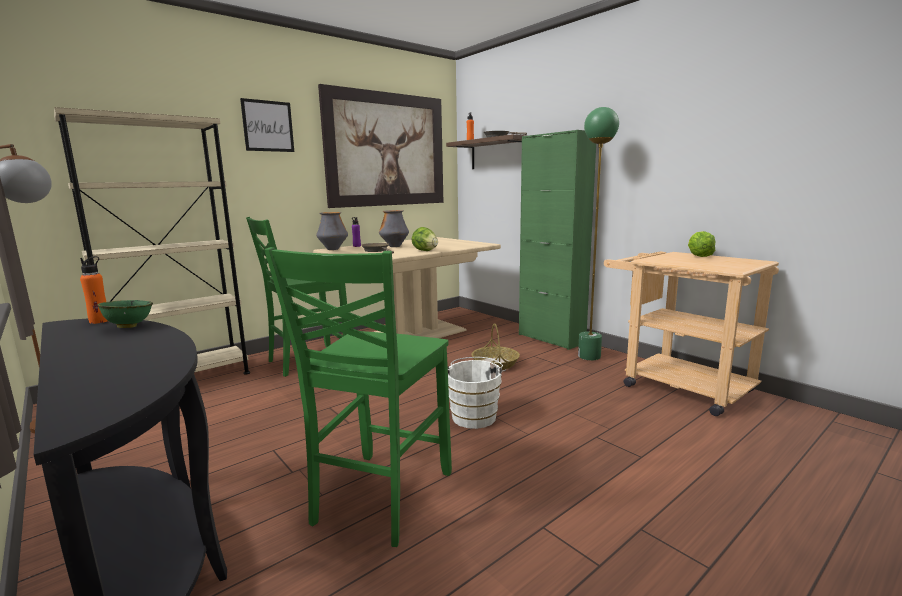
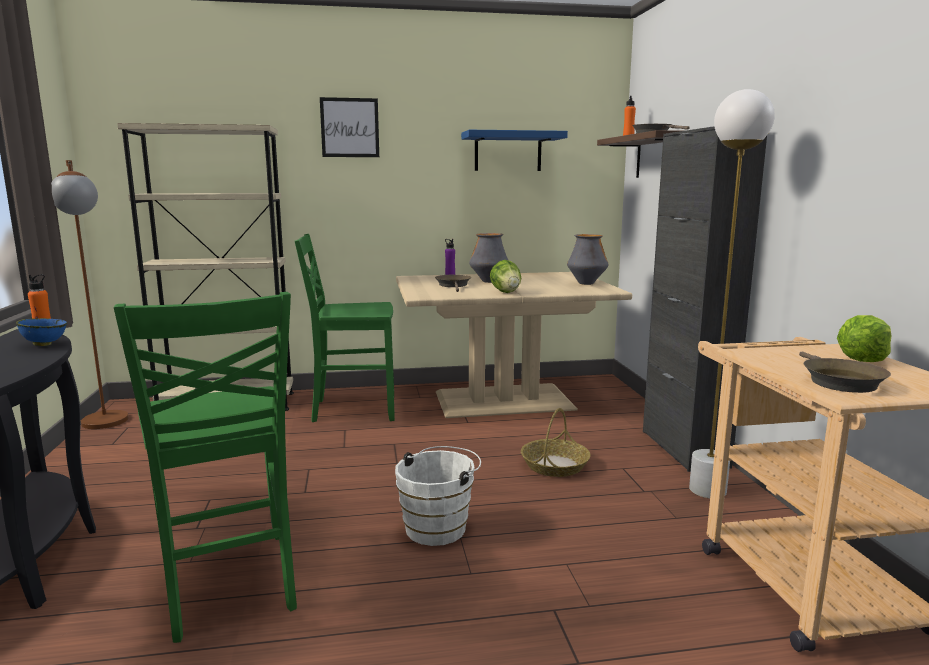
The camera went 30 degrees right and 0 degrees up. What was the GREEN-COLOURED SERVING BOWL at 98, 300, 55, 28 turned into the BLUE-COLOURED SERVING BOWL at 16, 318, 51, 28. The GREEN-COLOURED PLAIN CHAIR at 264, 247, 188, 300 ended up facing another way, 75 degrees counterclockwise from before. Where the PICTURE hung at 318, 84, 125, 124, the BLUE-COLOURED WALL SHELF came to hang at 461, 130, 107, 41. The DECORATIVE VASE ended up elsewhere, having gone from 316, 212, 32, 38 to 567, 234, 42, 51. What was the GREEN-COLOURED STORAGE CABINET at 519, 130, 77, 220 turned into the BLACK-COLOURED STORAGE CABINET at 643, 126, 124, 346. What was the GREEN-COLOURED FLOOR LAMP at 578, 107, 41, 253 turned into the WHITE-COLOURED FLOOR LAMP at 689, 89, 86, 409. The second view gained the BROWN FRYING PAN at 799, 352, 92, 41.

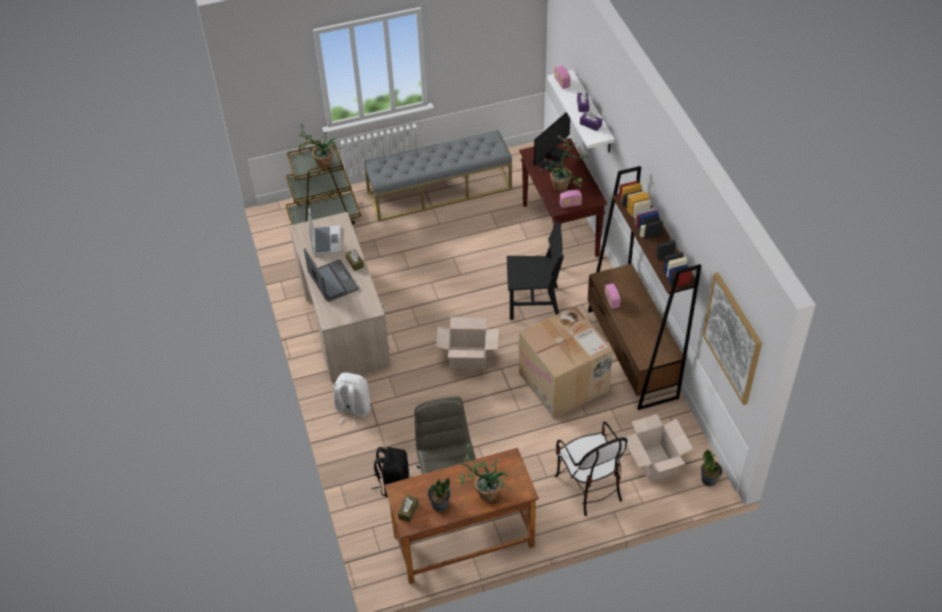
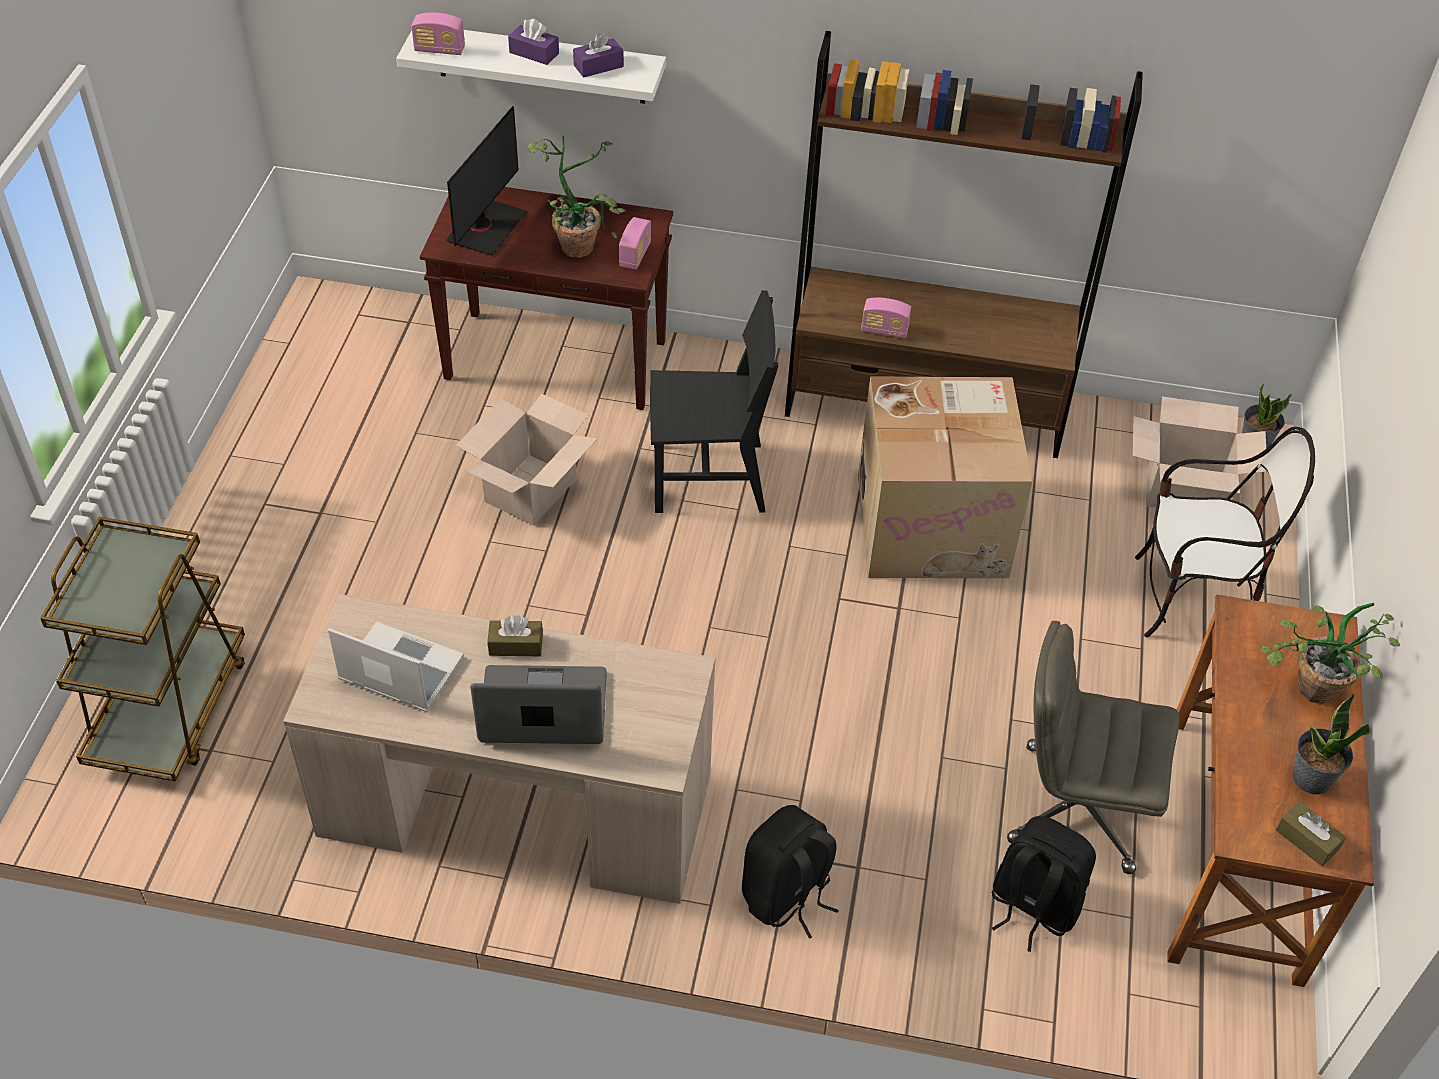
The camera went 65 degrees left and 0 degrees up. The COMPUTER SCREEN at 532, 112, 38, 59 ended up facing another way, 45 degrees clockwise from before. The CARTON ended up elsewhere, having gone from 436, 317, 63, 52 to 456, 394, 141, 132. The BLACK-COLOURED PLAIN CHAIR at 507, 221, 57, 99 ended up facing another way, 60 degrees clockwise from before. What was the WHITE-COLOURED RUCKSACK at 333, 373, 37, 53 turned into the BLACK-COLOURED RUCKSACK at 742, 805, 97, 134. The second view lost the POTTED PLANT at 299, 124, 43, 45. The second view lost the GREYISH INDOOR BENCH at 364, 130, 148, 91. The second view lost the PICTURE at 703, 272, 59, 133.

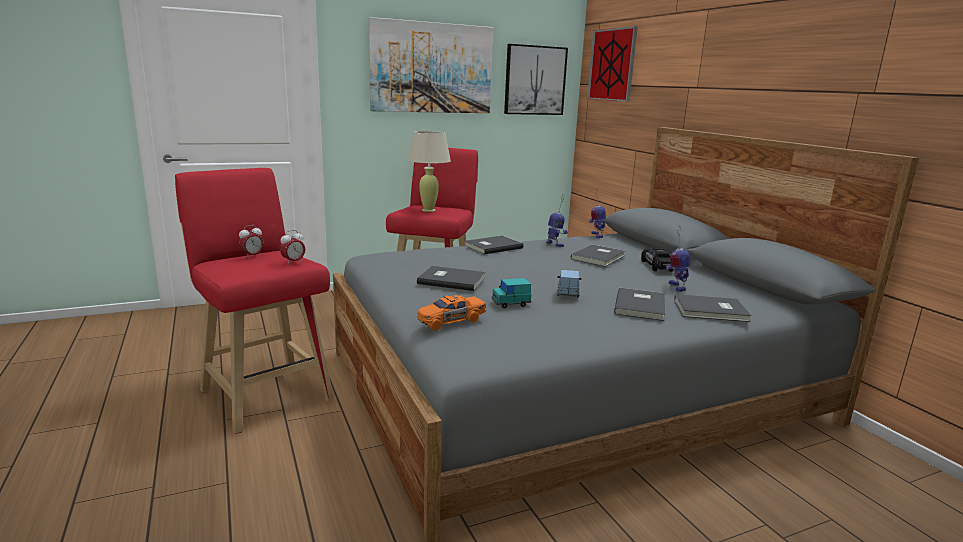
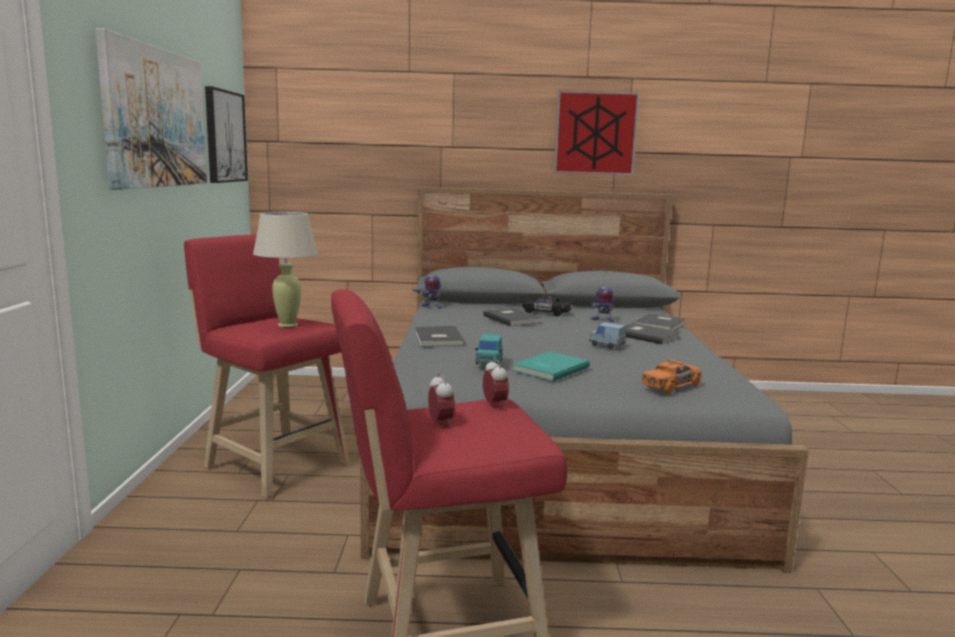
The camera went 65 degrees left and 5 degrees down. The BLUE-GREEN MINIATURE CAR ended up elsewhere, having gone from 491, 278, 40, 30 to 475, 334, 28, 31. What was the GREYISH VOLUME at 417, 266, 68, 25 turned into the BLUE-GREEN VOLUME at 512, 351, 78, 31. The PICTURE ended up elsewhere, having gone from 587, 26, 51, 76 to 554, 90, 85, 85. The ORANGE-COLOURED MINIATURE CAR at 417, 295, 69, 36 ended up facing another way, 120 degrees counterclockwise from before. The second view lost the TOY ROBOT at 546, 195, 22, 52.

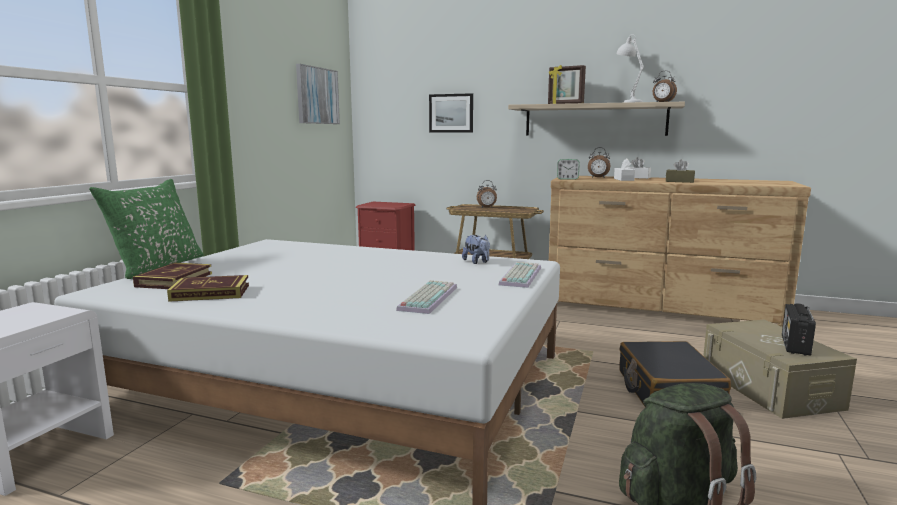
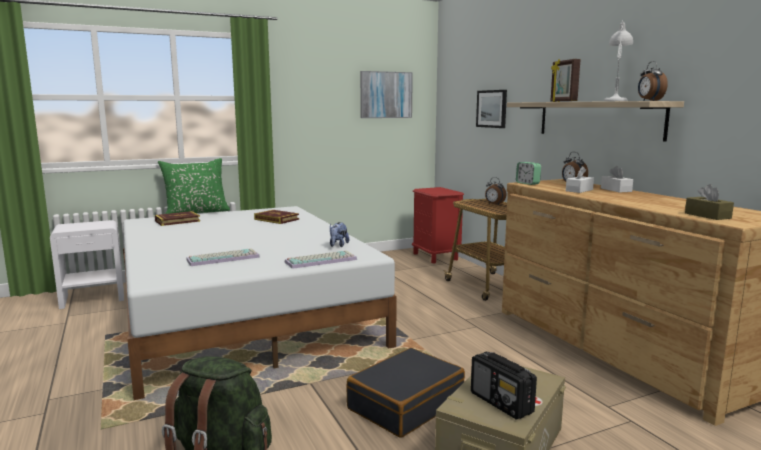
The camera went 45 degrees right and 0 degrees up. The VOLUME ended up elsewhere, having gone from 167, 275, 82, 27 to 254, 210, 45, 14. The RADIO SET at 782, 303, 34, 53 ended up facing another way, 105 degrees counterclockwise from before. The BROWN TISSUE HOLDER ended up elsewhere, having gone from 666, 159, 29, 24 to 685, 184, 49, 36.

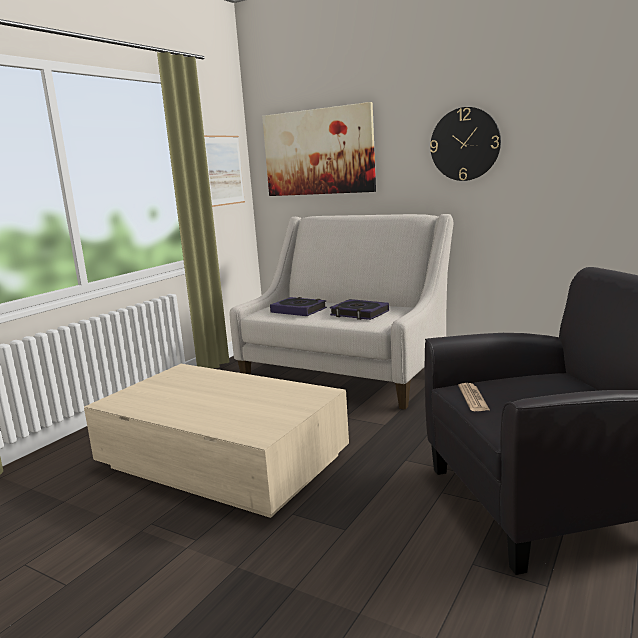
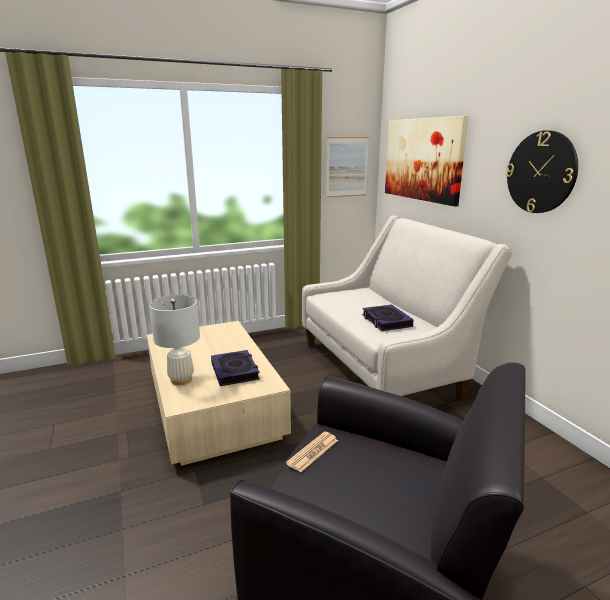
The camera went 35 degrees right and 5 degrees up. The second view gained the WHITE-COLOURED TABLETOP LAMP at 149, 295, 51, 90. The VOLUME ended up elsewhere, having gone from 270, 297, 57, 19 to 211, 350, 49, 36.

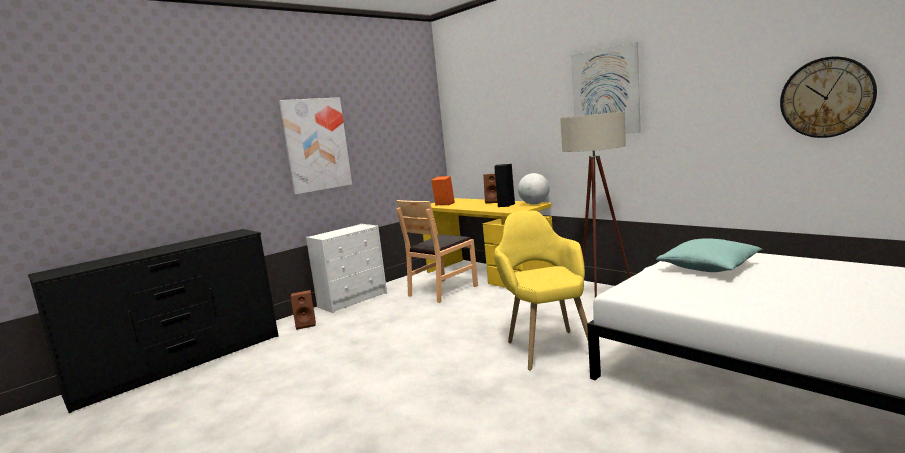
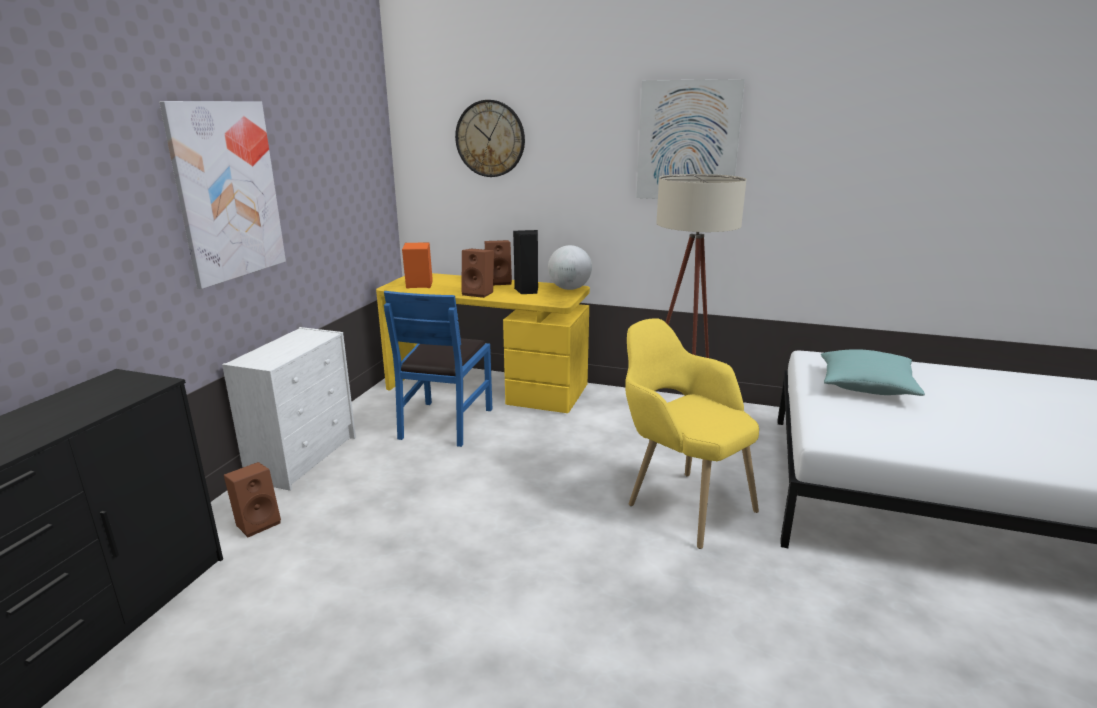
The camera went 30 degrees left and 10 degrees up. What was the BROWN PLAIN CHAIR at 396, 200, 82, 103 turned into the BLUE-COLOURED PLAIN CHAIR at 384, 291, 108, 156. The WALL CLOCK ended up elsewhere, having gone from 780, 57, 97, 81 to 455, 100, 70, 77. The second view gained the BROWN LOUDSPEAKER at 461, 249, 33, 49.

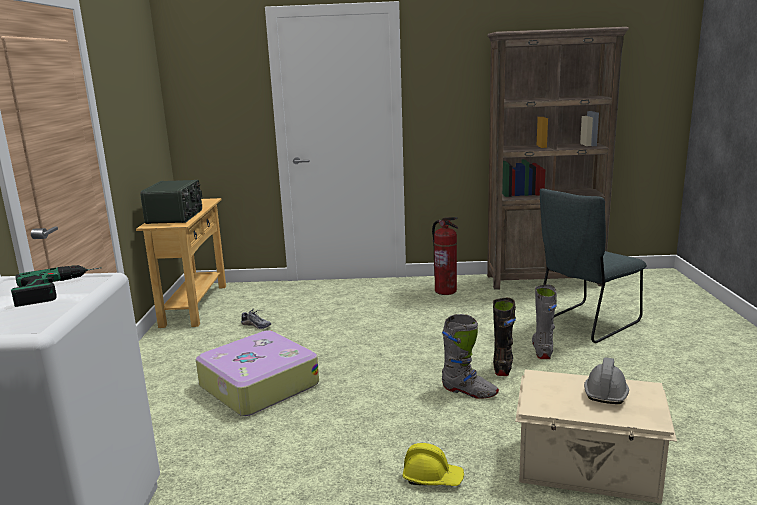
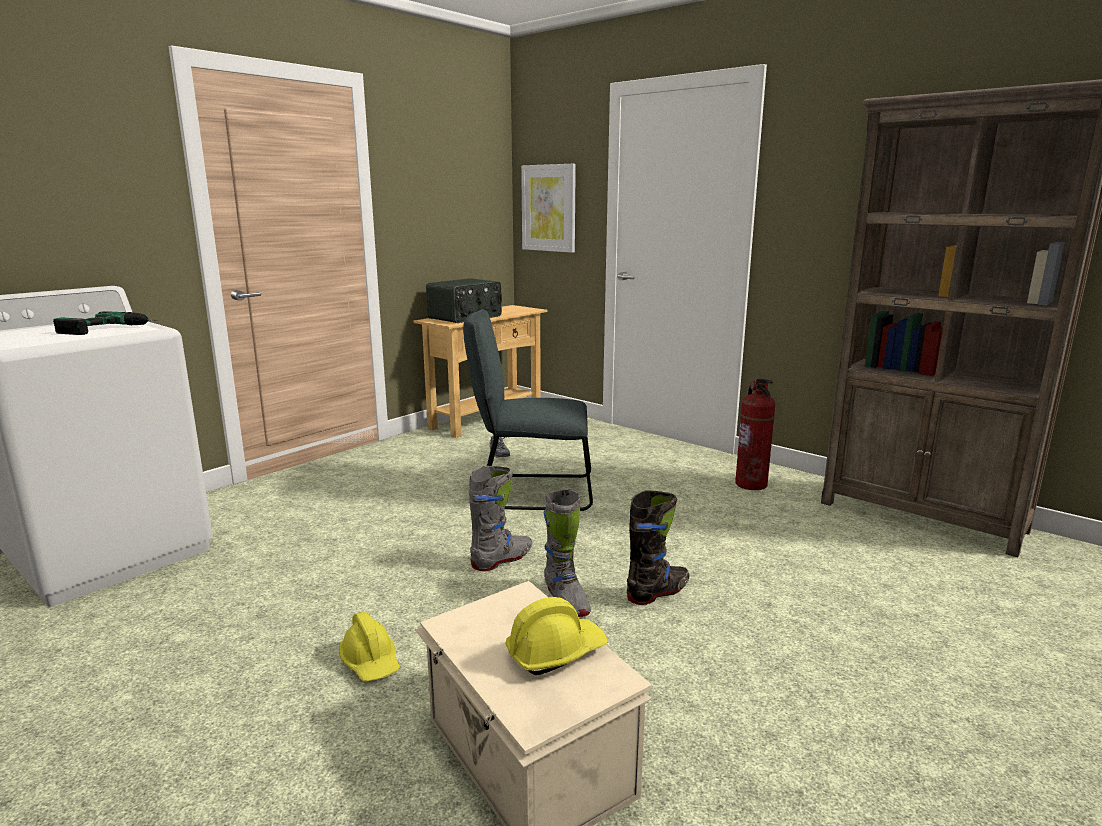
The camera went 40 degrees right and 0 degrees up. The GREYISH PLAIN CHAIR ended up elsewhere, having gone from 540, 189, 107, 154 to 463, 309, 130, 202. The GREYISH HIGH-TOP BOOT ended up elsewhere, having gone from 532, 284, 25, 75 to 469, 466, 63, 105. What was the GREYISH WORK HELMET at 584, 357, 45, 47 turned into the YELLOW-COLOURED WORK HELMET at 505, 597, 103, 78. The second view gained the PICTURE at 521, 164, 55, 89. The second view lost the PIECE OF LUGGAGE at 196, 330, 123, 86.

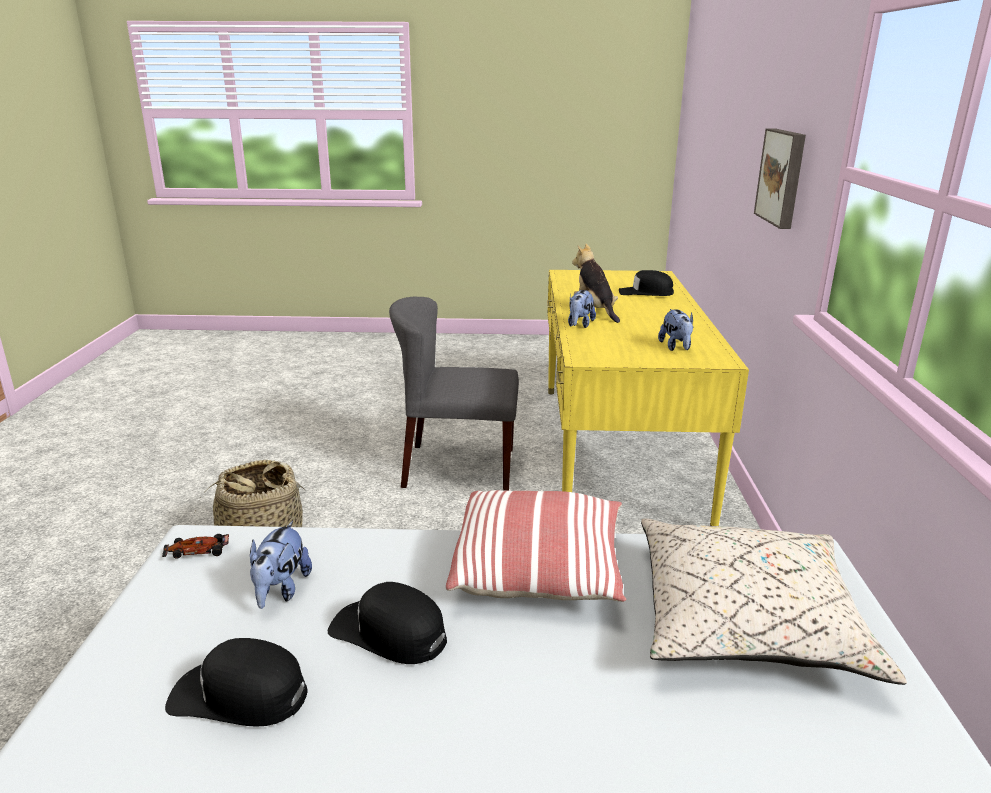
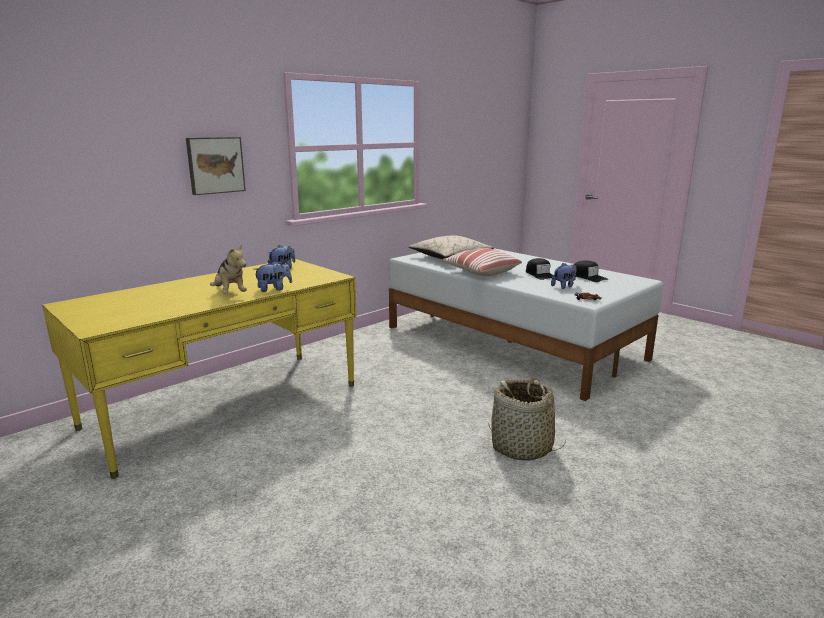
The camera went 135 degrees left and 5 degrees down. The PLUSH TOY at 572, 244, 48, 79 ended up facing another way, 60 degrees counterclockwise from before. The second view lost the GREYISH PLAIN CHAIR at 389, 296, 130, 195. The second view lost the BLACK-COLOURED BASEBALL CAP at 619, 270, 55, 26.

